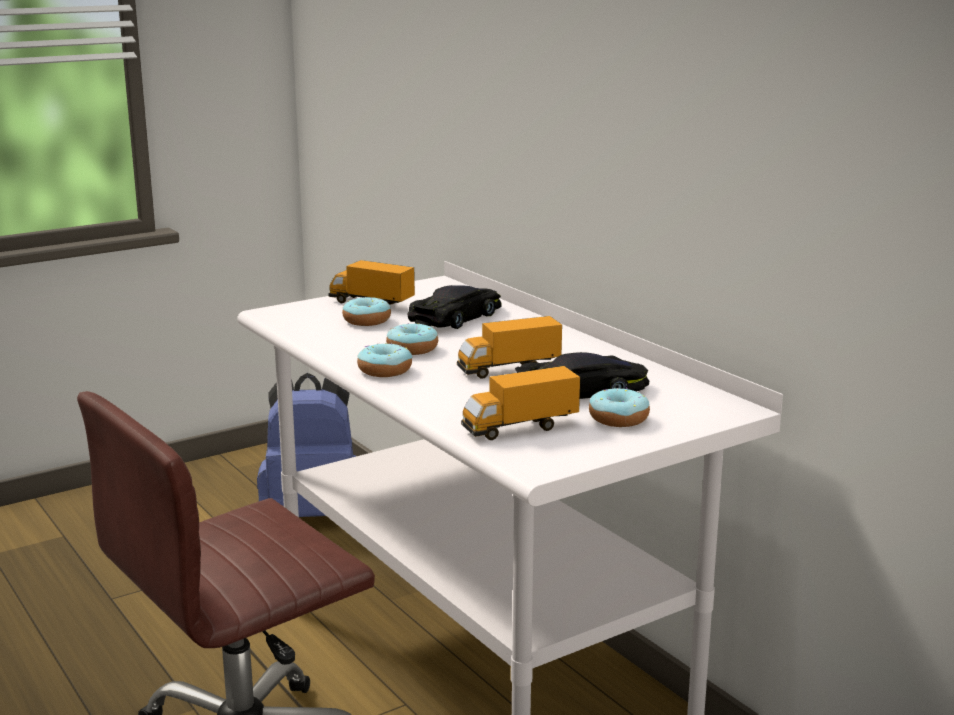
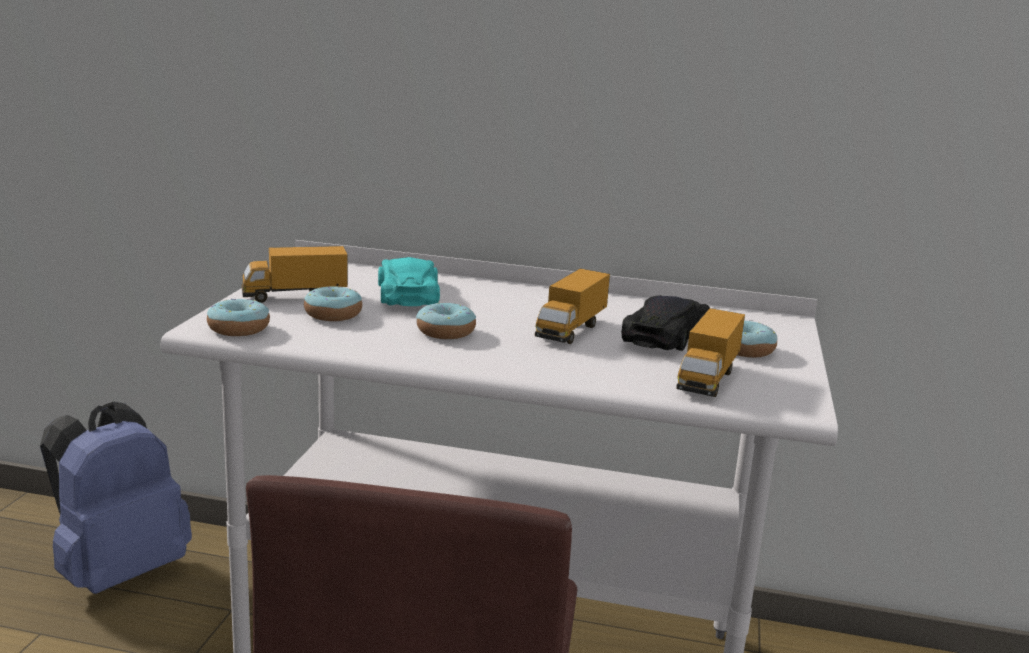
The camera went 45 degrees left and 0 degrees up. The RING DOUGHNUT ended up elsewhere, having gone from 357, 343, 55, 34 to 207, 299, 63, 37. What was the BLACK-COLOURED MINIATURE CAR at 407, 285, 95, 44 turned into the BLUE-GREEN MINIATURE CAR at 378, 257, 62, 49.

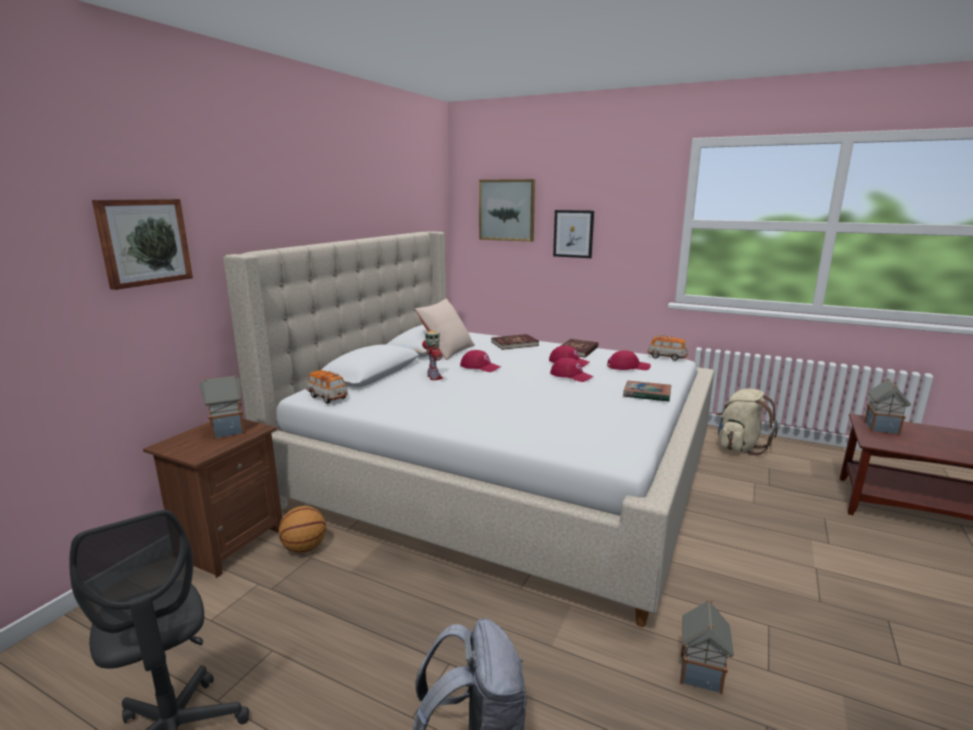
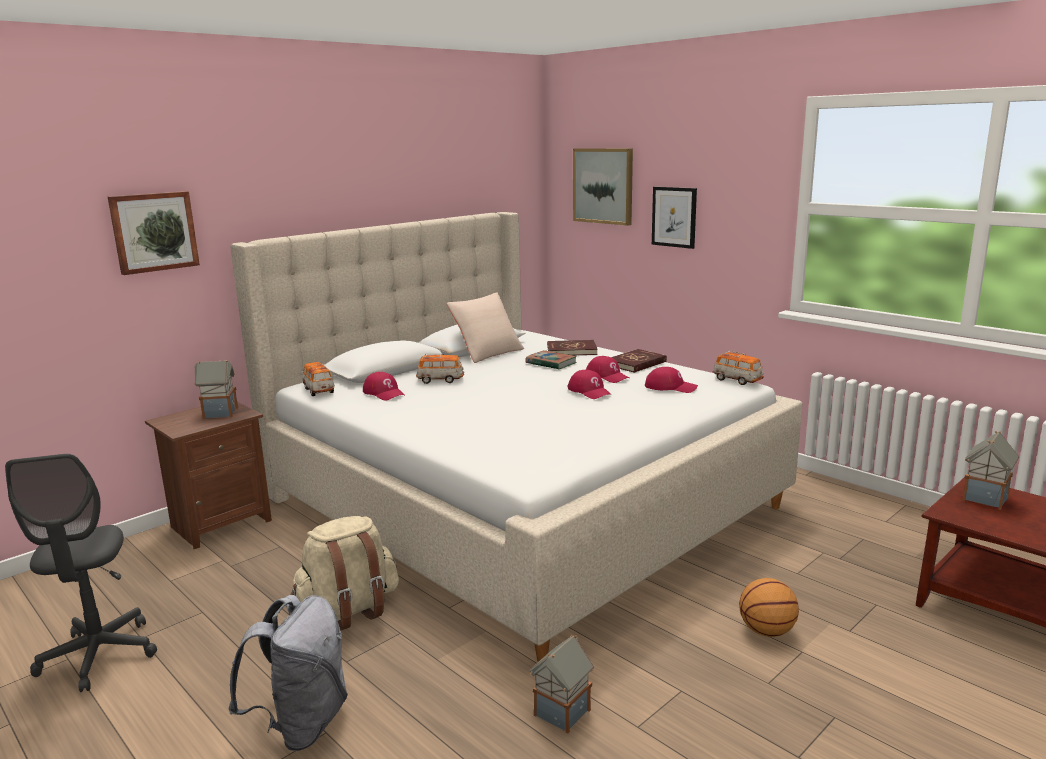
The camera went 20 degrees right and 0 degrees up. The SAND-COLOURED RUCKSACK ended up elsewhere, having gone from 716, 389, 61, 66 to 290, 516, 109, 115. The REDDISH BASEBALL CAP ended up elsewhere, having gone from 460, 350, 41, 22 to 363, 372, 41, 29. Where the TOY ROBOT stood at 422, 331, 21, 49, the MINIATURE CAR came to stand at 416, 354, 48, 30. The VOLUME ended up elsewhere, having gone from 623, 381, 49, 21 to 525, 350, 52, 20. The BASKETBALL ended up elsewhere, having gone from 279, 506, 47, 47 to 739, 578, 60, 59.

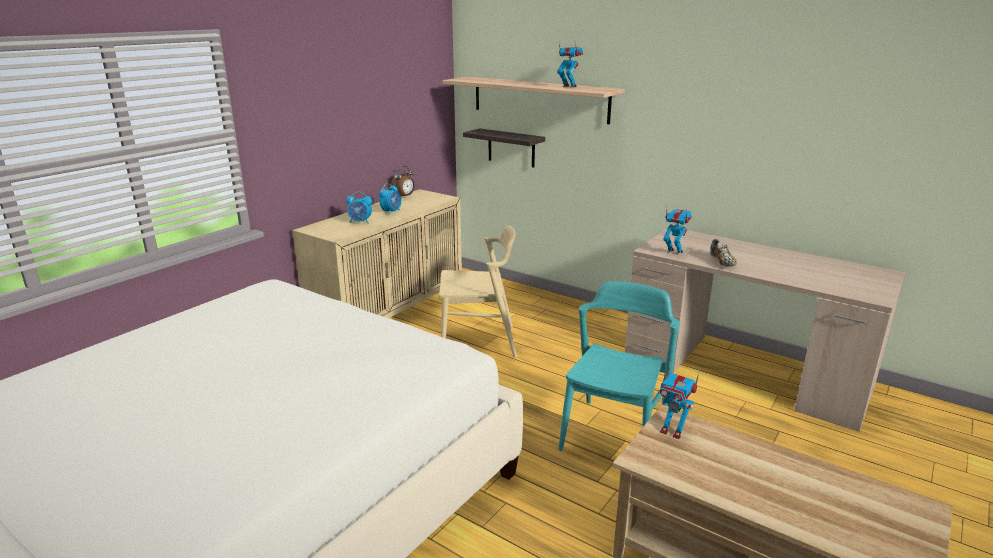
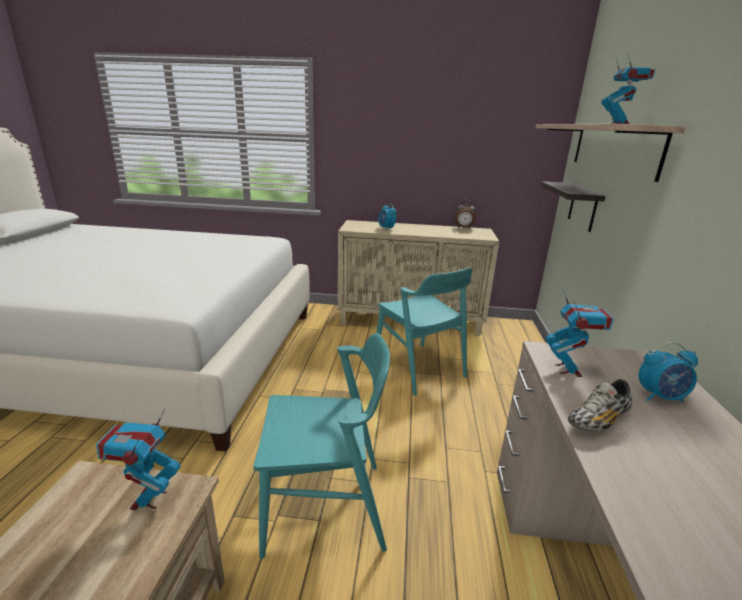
The camera went 60 degrees right and 0 degrees up. What was the SAND-COLOURED PLAIN CHAIR at 439, 225, 78, 133 turned into the BLUE-GREEN PLAIN CHAIR at 376, 268, 96, 128. The ALARM CLOCK ended up elsewhere, having gone from 379, 183, 22, 32 to 639, 342, 59, 60.

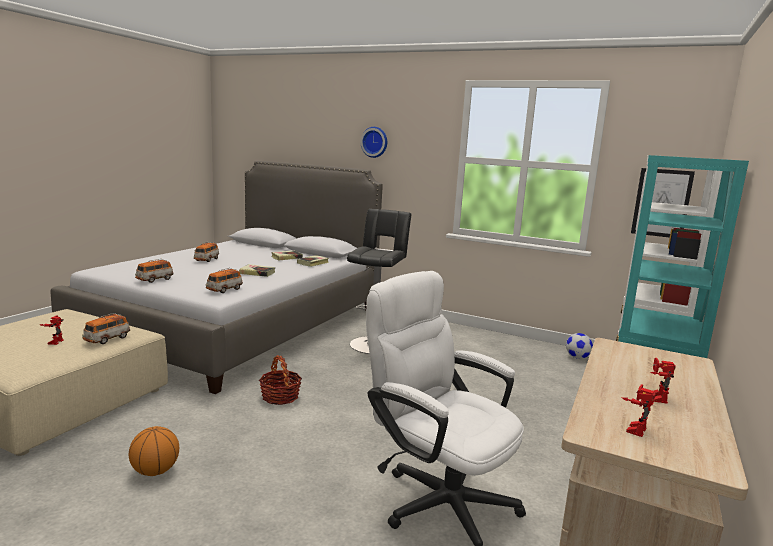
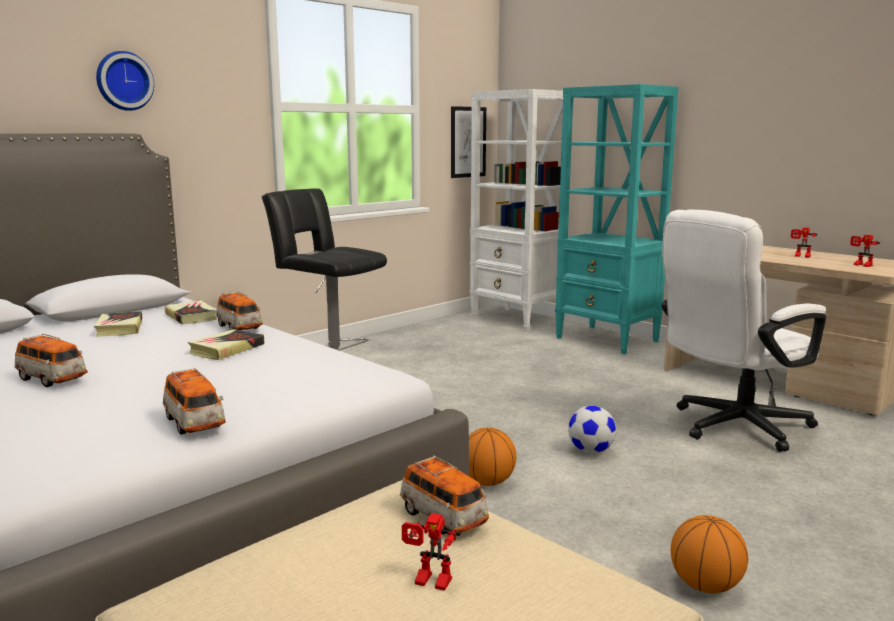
The camera went 70 degrees left and 0 degrees up. The MINIATURE CAR ended up elsewhere, having gone from 206, 268, 36, 25 to 216, 291, 46, 39. Where the HOUSEHOLD BASKET stood at 259, 355, 43, 50, the BASKETBALL came to stand at 469, 427, 47, 59. The FOOTBALL ended up elsewhere, having gone from 566, 333, 27, 26 to 568, 406, 49, 48.

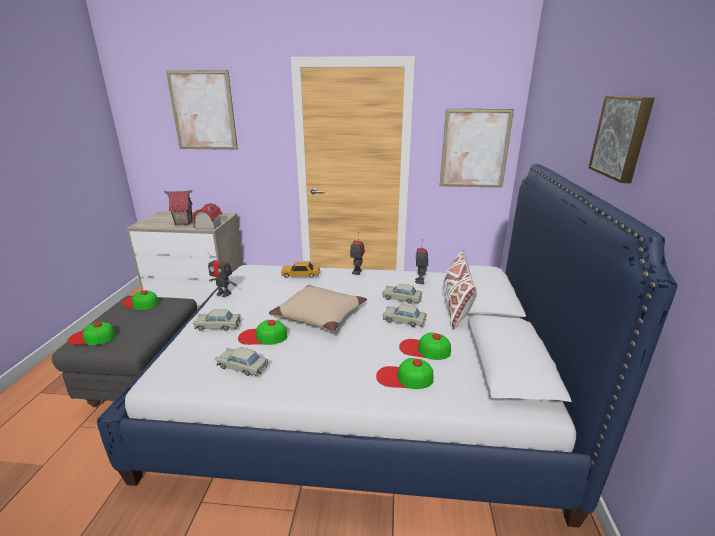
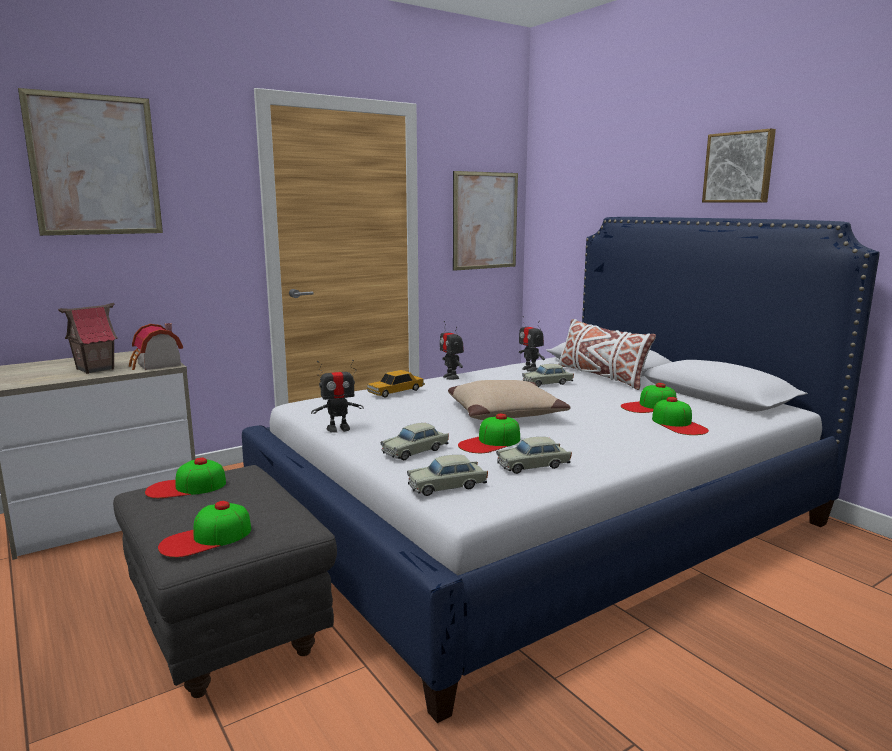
The camera went 40 degrees left and 10 degrees down. The SAND-COLOURED MINIATURE CAR ended up elsewhere, having gone from 383, 305, 44, 22 to 407, 455, 81, 41. The BASEBALL CAP at 376, 358, 57, 31 ended up facing another way, 75 degrees counterclockwise from before.

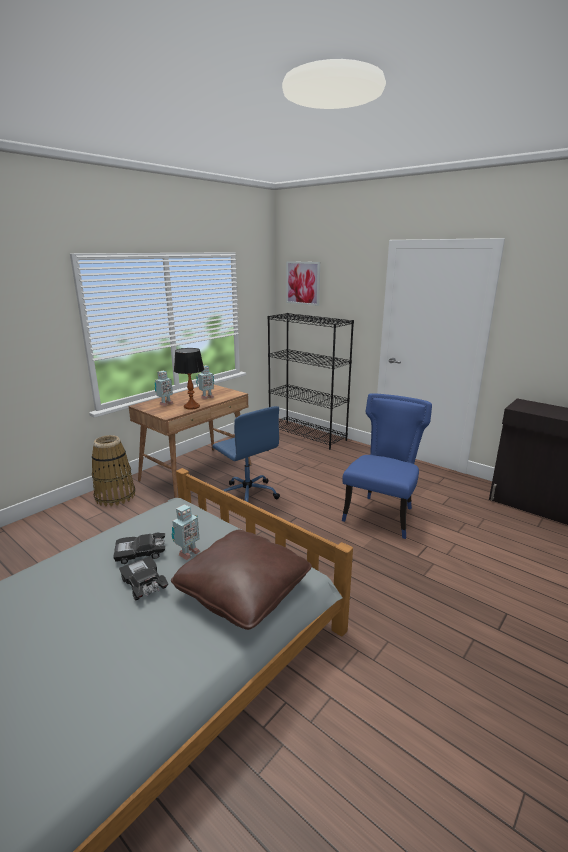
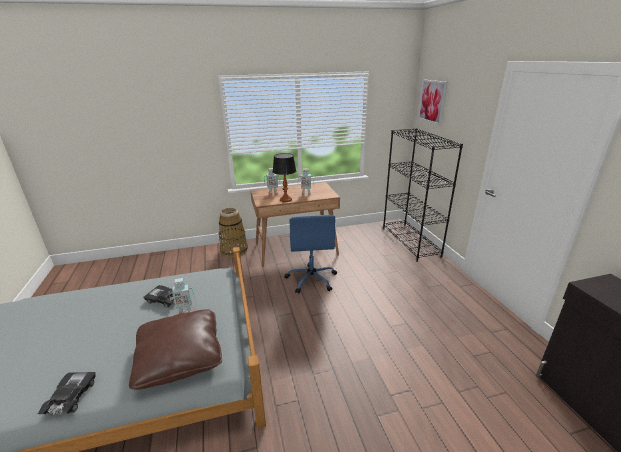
The camera went 35 degrees right and 5 degrees up. The BLACK-COLOURED MINIATURE CAR ended up elsewhere, having gone from 119, 556, 49, 45 to 38, 372, 58, 44. The second view lost the BLUE-COLOURED PLAIN CHAIR at 342, 394, 90, 145.

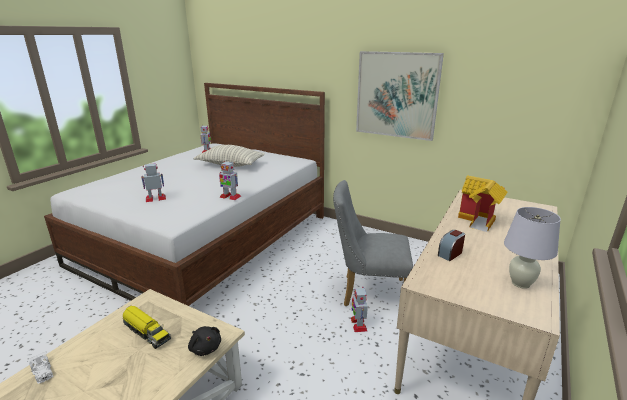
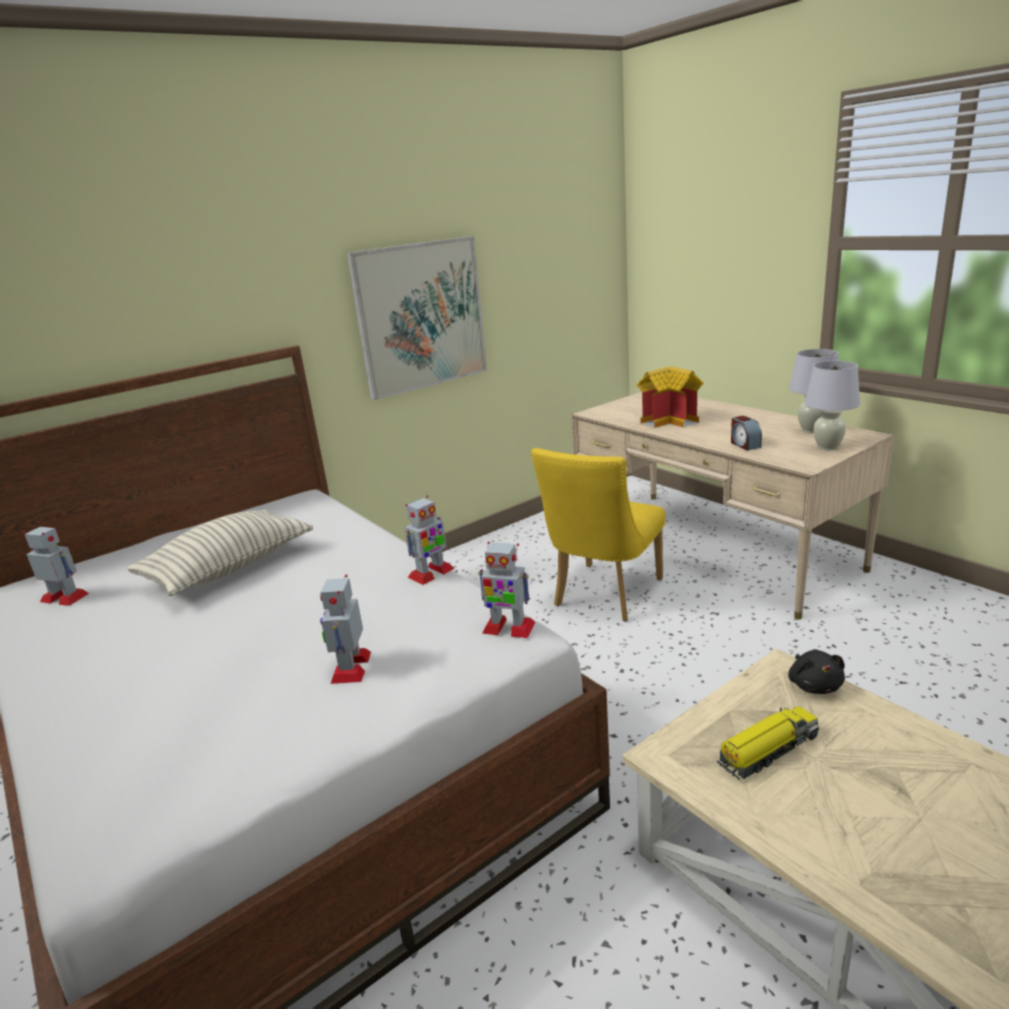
The camera went 65 degrees left and 0 degrees up. The TOY ROBOT ended up elsewhere, having gone from 351, 287, 17, 45 to 478, 542, 57, 96. What was the GREYISH PLAIN CHAIR at 333, 180, 80, 126 turned into the YELLOW-COLOURED PLAIN CHAIR at 531, 448, 135, 173. The BLACK-COLOURED PLUSH TOY at 188, 326, 33, 30 ended up facing another way, 105 degrees clockwise from before. The second view gained the WHITE-COLOURED TABLETOP LAMP at 804, 361, 56, 89. The second view lost the WHITE-COLOURED MINIATURE CAR at 27, 352, 27, 32.

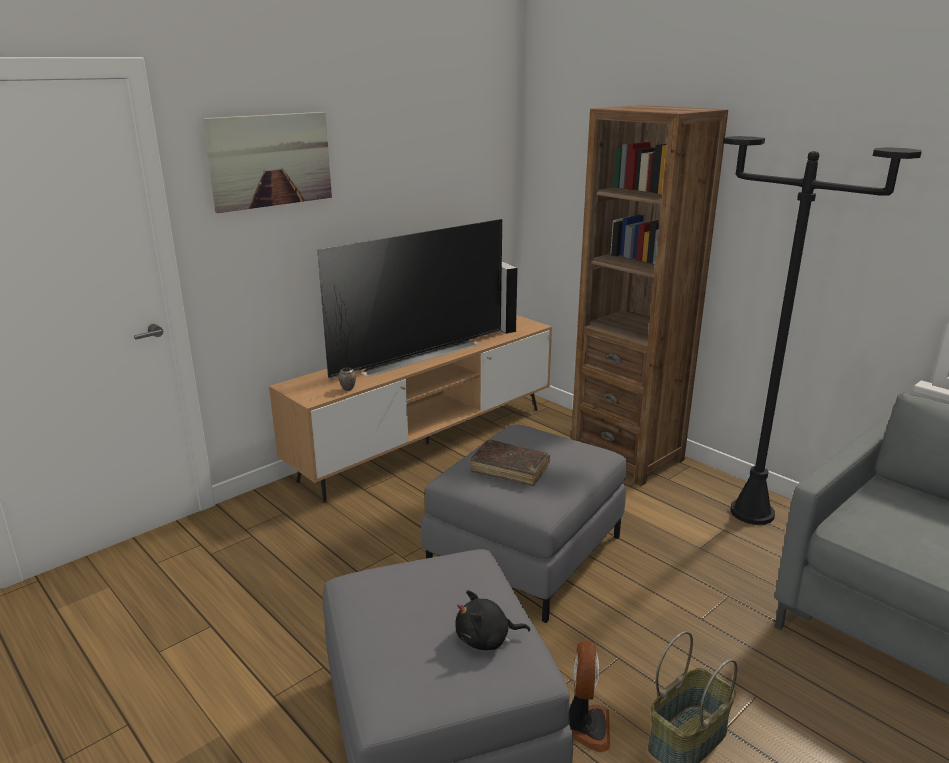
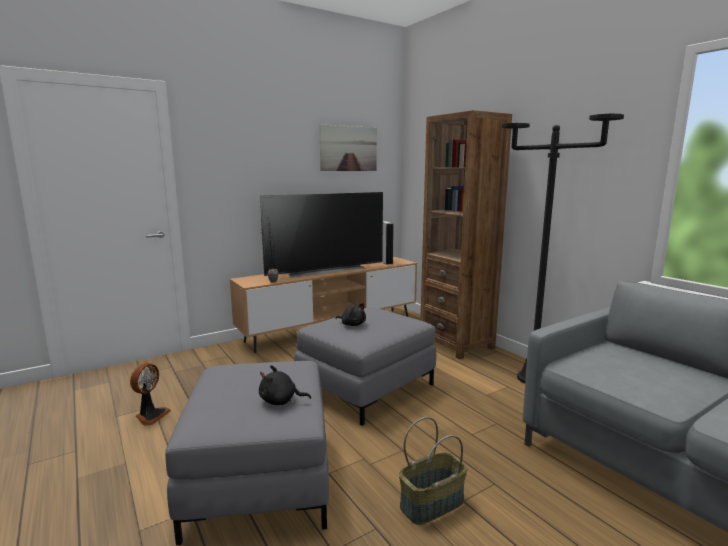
The camera went 10 degrees right and 10 degrees down. The ELECTRIC FAN ended up elsewhere, having gone from 569, 641, 41, 111 to 130, 363, 41, 63. The PICTURE ended up elsewhere, having gone from 203, 112, 129, 101 to 319, 124, 58, 47. Where the BROWN VOLUME stood at 470, 439, 80, 47, the BLACK-COLOURED PLUSH TOY came to stand at 335, 303, 31, 23.

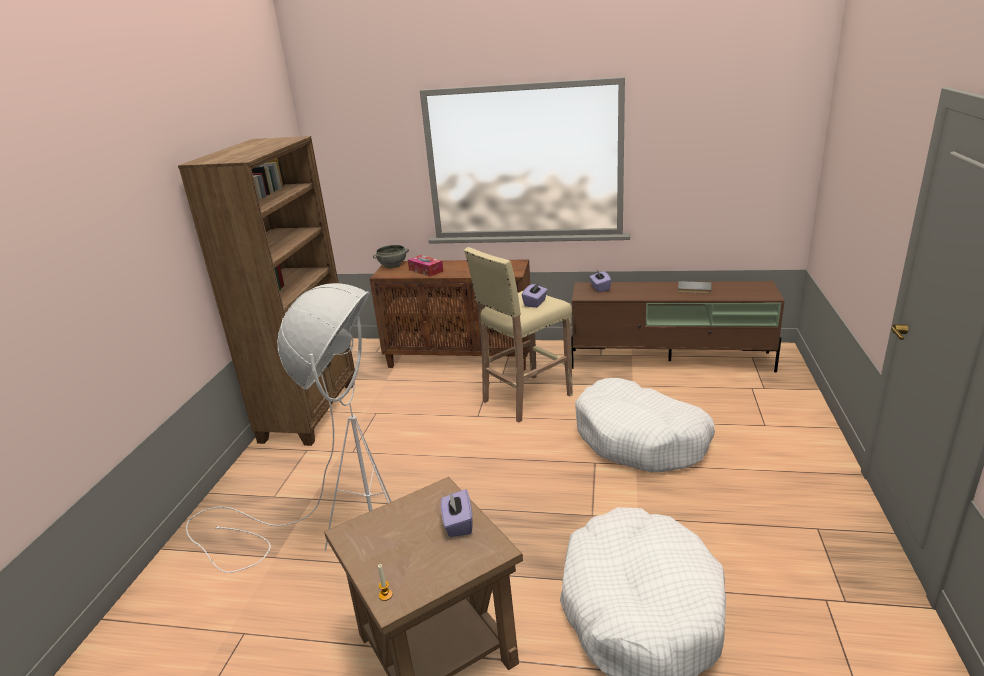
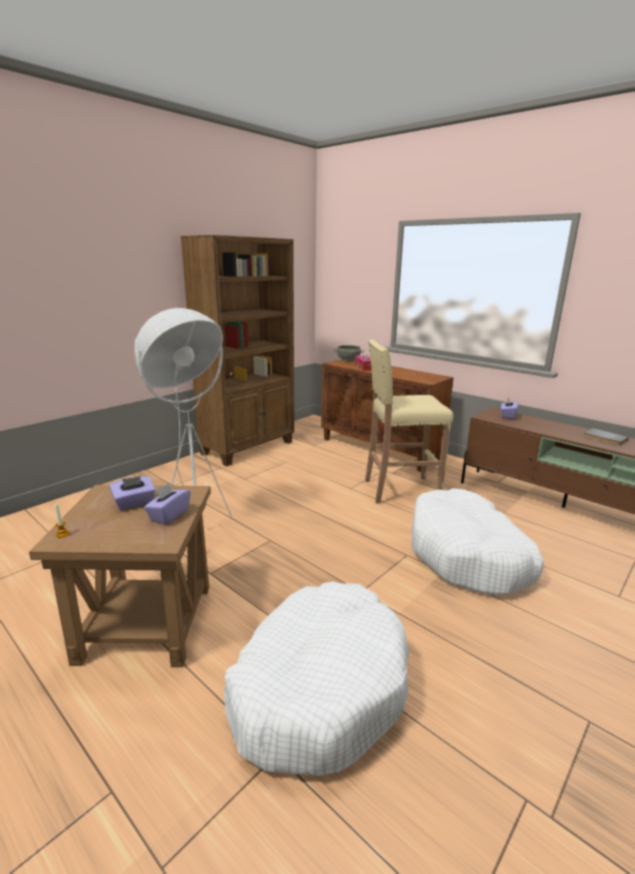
The camera went 30 degrees right and 5 degrees down. The PURPLE-COLOURED TISSUE HOLDER ended up elsewhere, having gone from 522, 283, 26, 25 to 109, 476, 46, 34.

